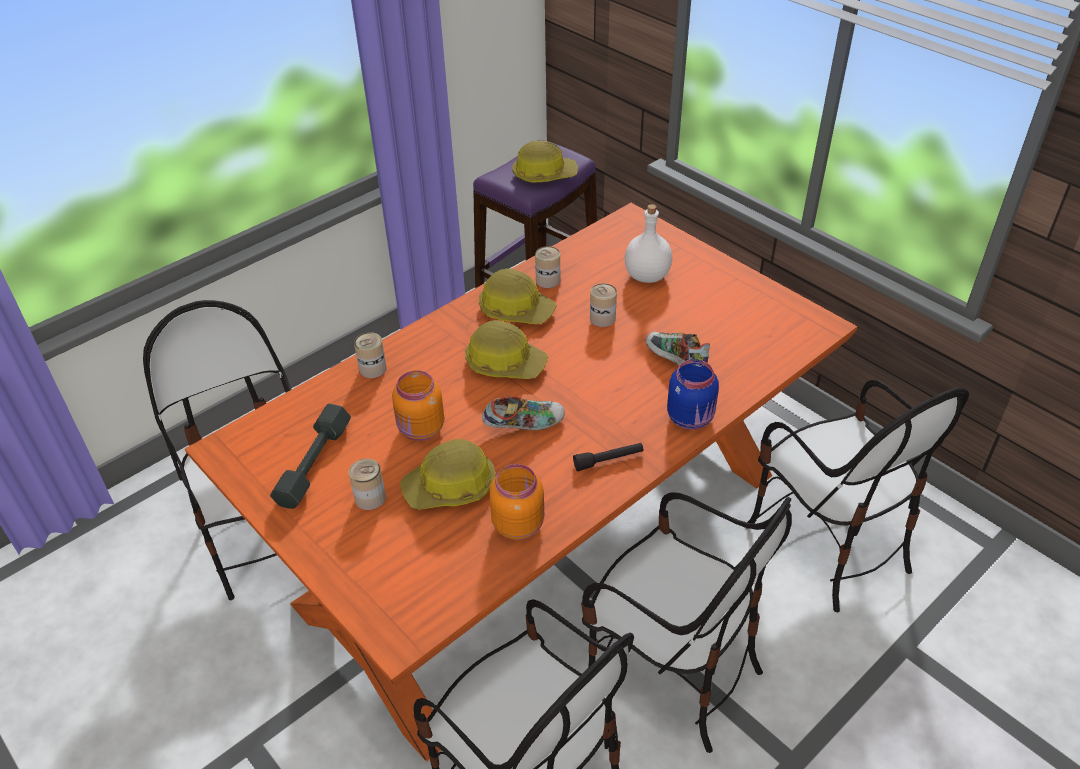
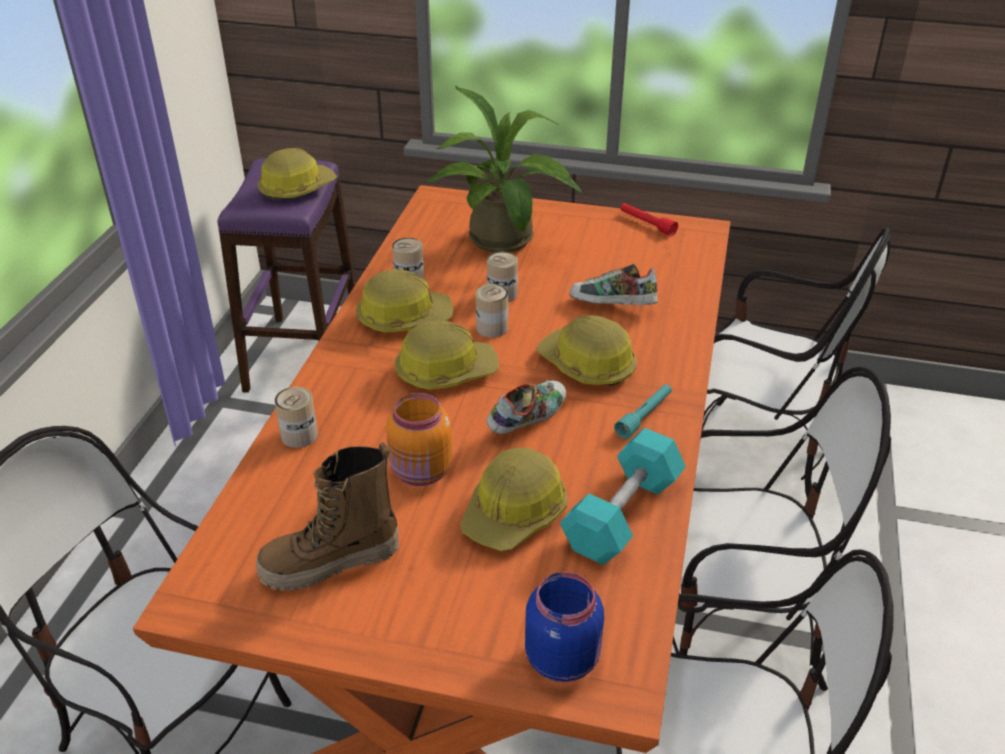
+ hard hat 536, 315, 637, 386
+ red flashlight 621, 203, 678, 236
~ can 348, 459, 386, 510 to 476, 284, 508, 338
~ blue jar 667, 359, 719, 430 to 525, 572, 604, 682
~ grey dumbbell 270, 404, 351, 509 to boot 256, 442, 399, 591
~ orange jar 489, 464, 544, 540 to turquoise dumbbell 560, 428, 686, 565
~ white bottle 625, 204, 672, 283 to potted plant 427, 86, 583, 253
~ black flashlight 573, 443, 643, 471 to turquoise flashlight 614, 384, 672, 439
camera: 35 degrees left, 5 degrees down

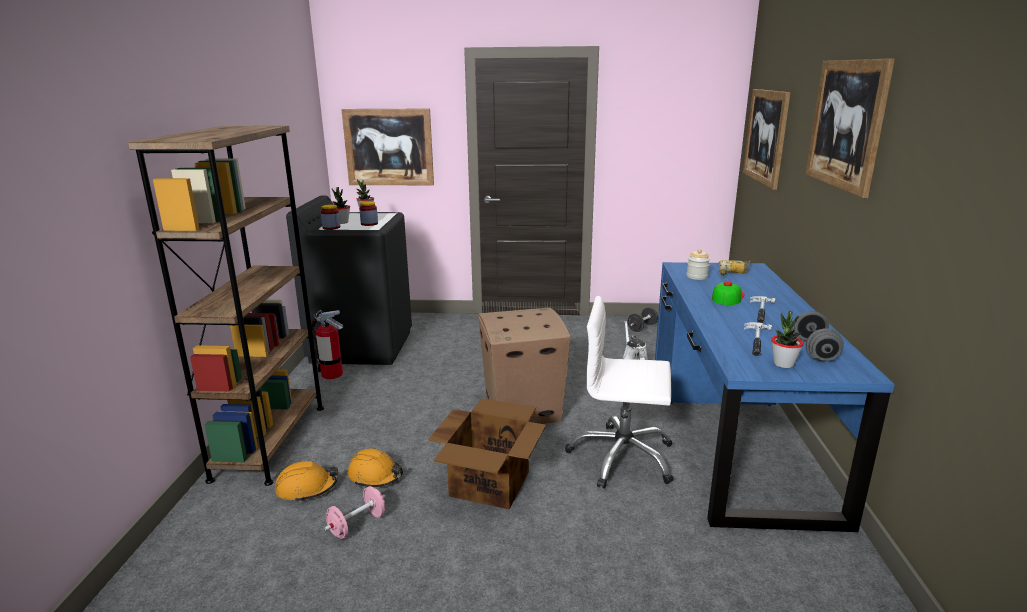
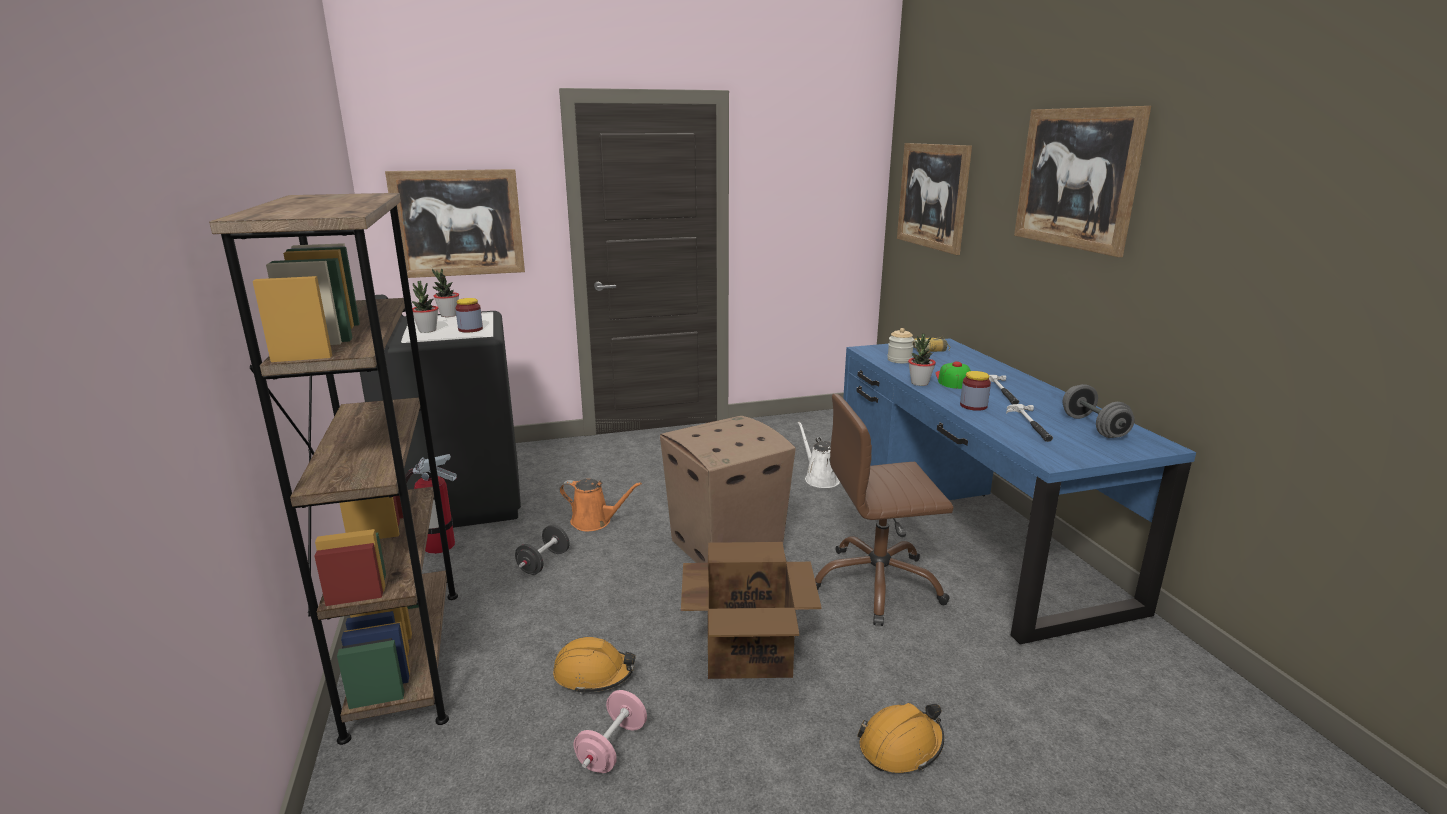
+ orange watering can 560, 479, 642, 531
~ orange hard hat 275, 461, 338, 502 to 857, 703, 944, 773
~ jar 321, 205, 340, 230 to 960, 371, 991, 411
~ black dumbbell 628, 307, 658, 332 to 515, 525, 569, 575
~ potted plant 771, 311, 804, 368 to 908, 334, 936, 386
~ white office chair 565, 296, 674, 489 to brown office chair 815, 394, 953, 626
camera: 20 degrees left, 0 degrees up

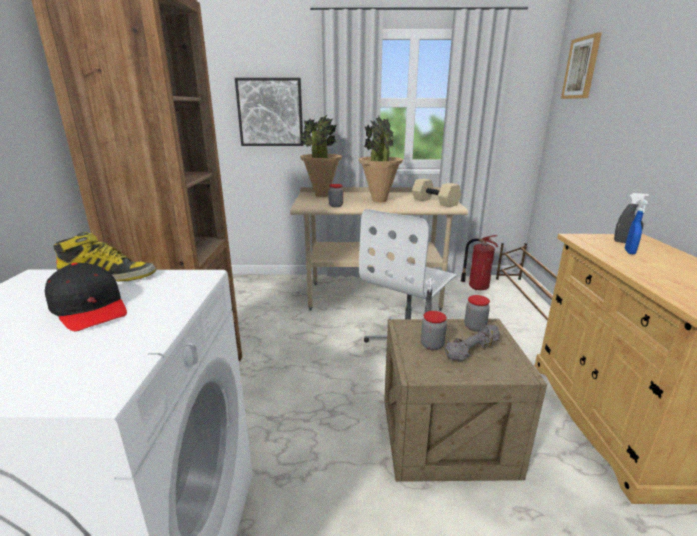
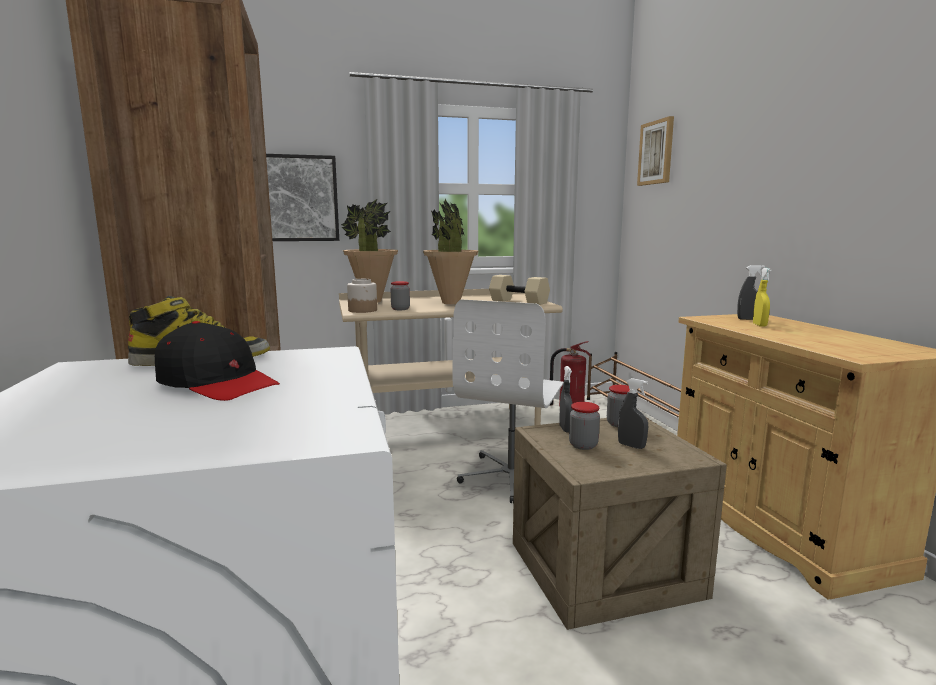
+ jar 347, 279, 377, 313
~ grey dumbbell 445, 325, 500, 361 to grey spray bottle 618, 378, 648, 449
~ blue spray bottle 625, 199, 648, 254 to yellow spray bottle 753, 268, 771, 327
camera: 15 degrees left, 10 degrees down

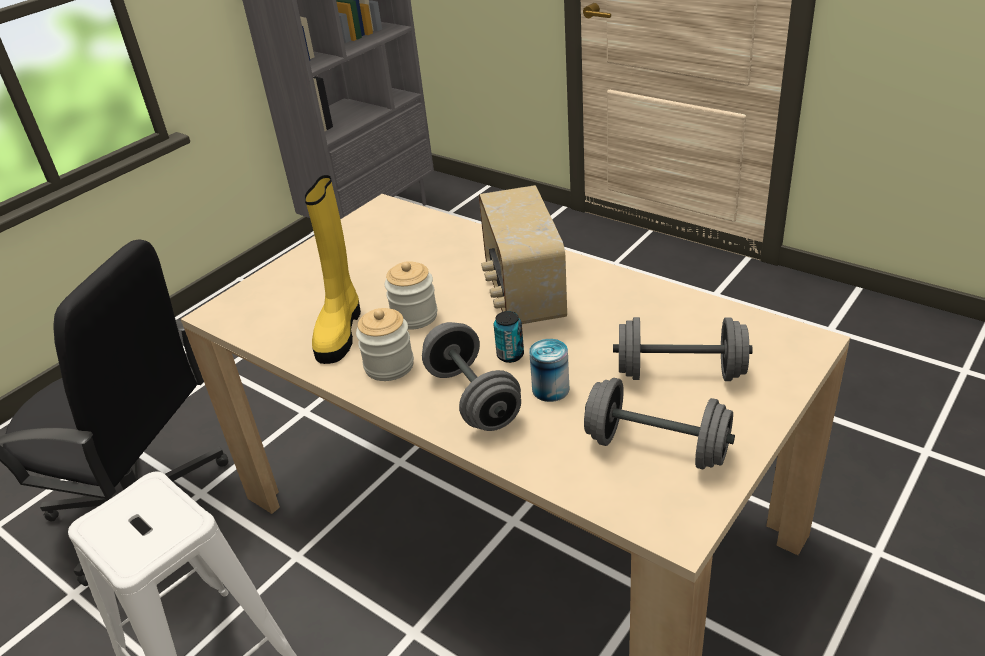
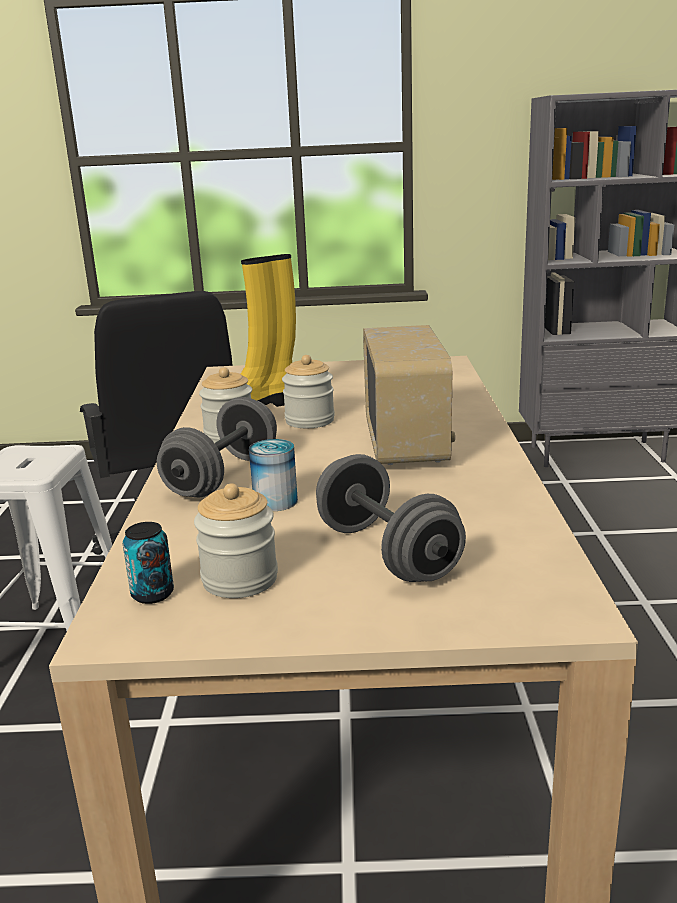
~ can 493, 311, 524, 363 to 123, 522, 174, 604
~ grey dumbbell 584, 378, 735, 470 to jar 194, 483, 278, 598
~ radio 479, 185, 567, 324 = 363, 325, 455, 465 135 degrees clockwise
camera: 50 degrees right, 15 degrees down

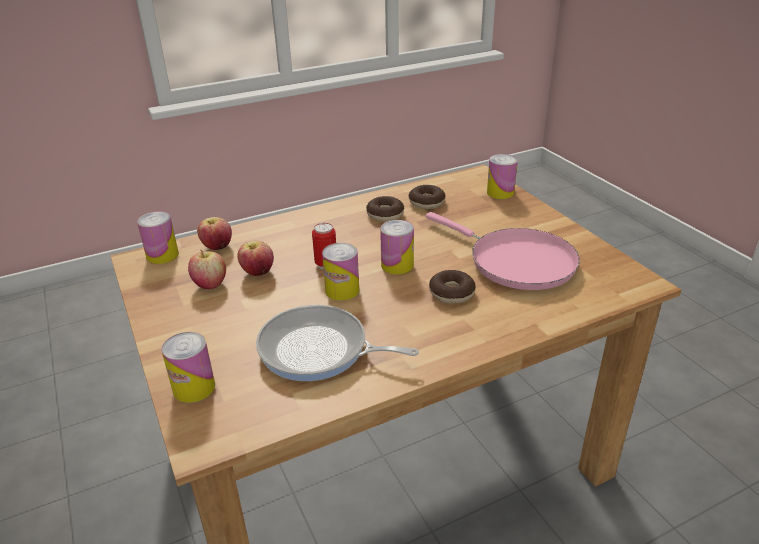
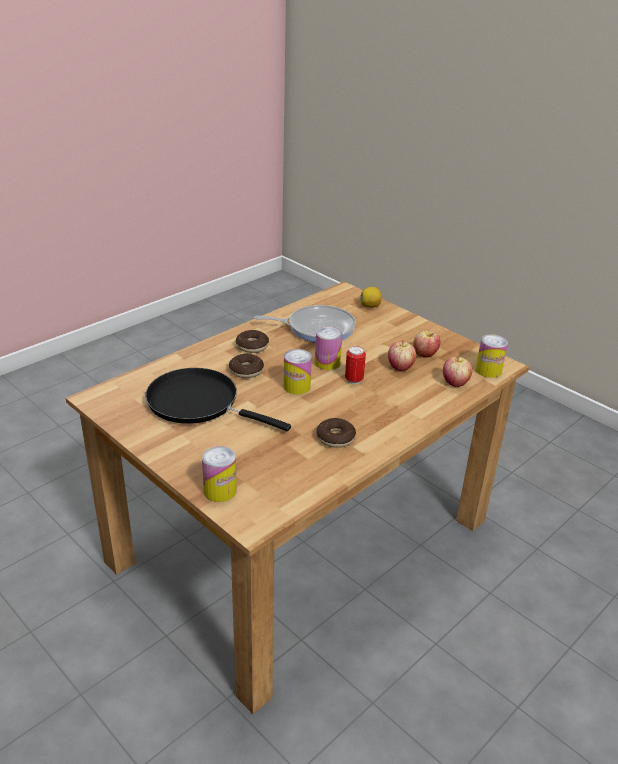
~ donut 409, 185, 446, 209 to 236, 330, 269, 353
~ can 162, 332, 215, 403 to lemon 360, 287, 382, 308
~ pink frying pan 425, 212, 580, 290 to black frying pan 145, 368, 291, 431
camera: 160 degrees right, 0 degrees up

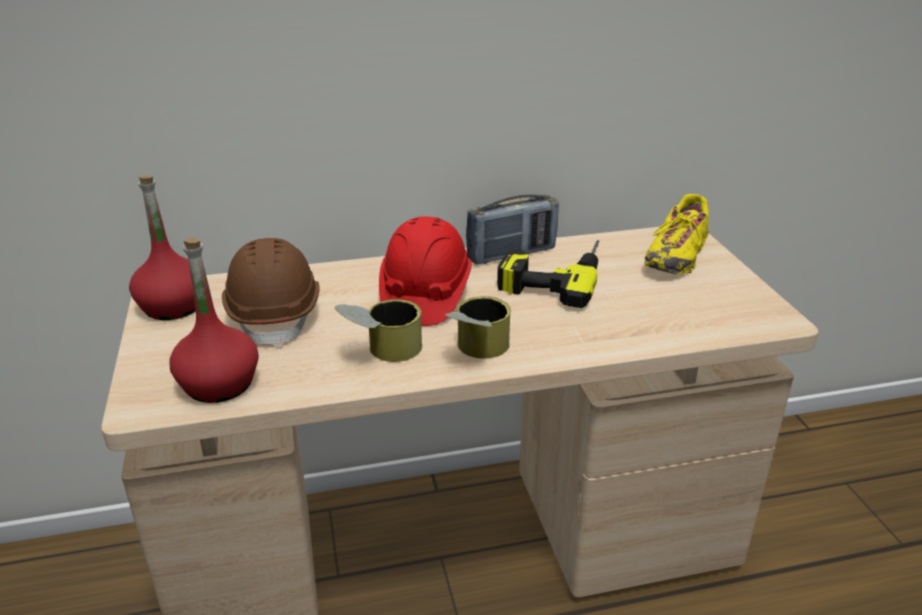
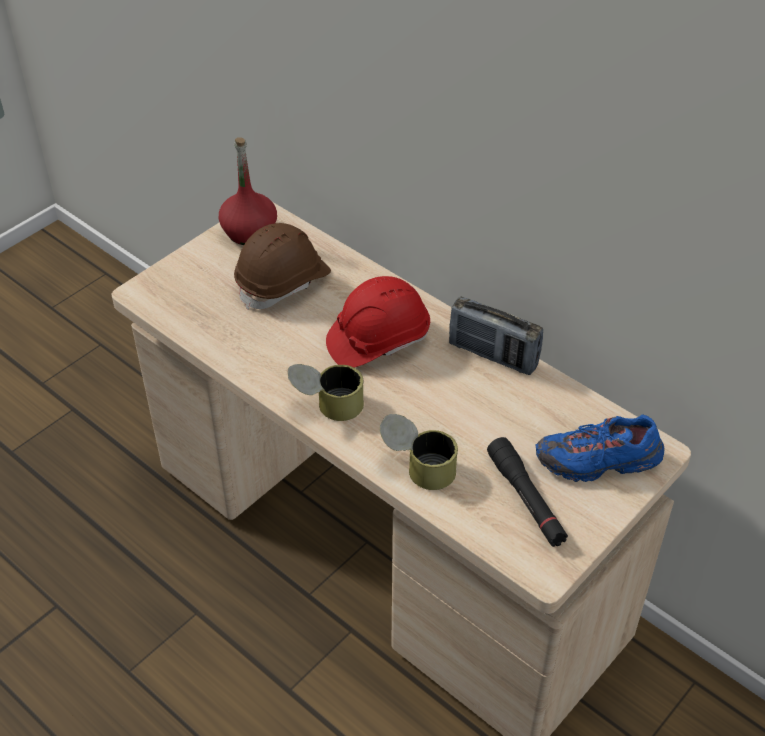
- red bottle 169, 238, 259, 403
- power drill 497, 240, 600, 308
+ black flashlight 487, 437, 568, 547
~ can 335, 299, 422, 362 to 380, 414, 458, 490
~ yellow shoe 644, 194, 709, 274 to blue shoe 535, 414, 665, 482
camera: 55 degrees right, 15 degrees up

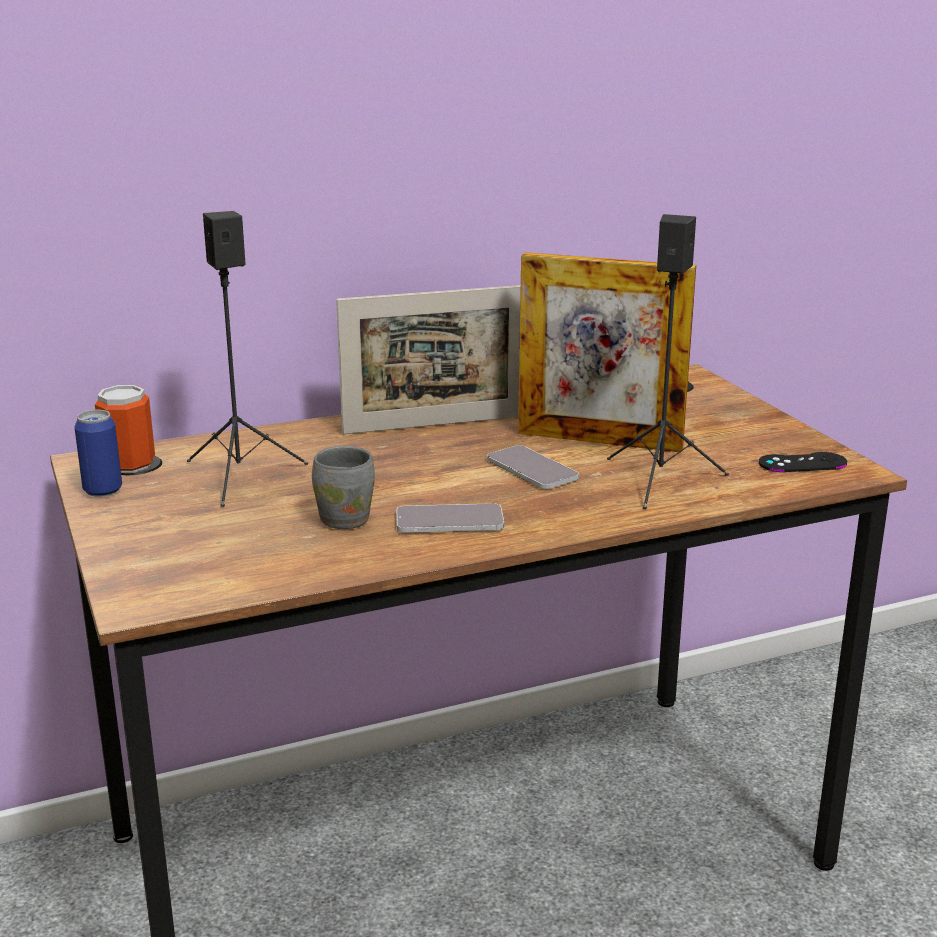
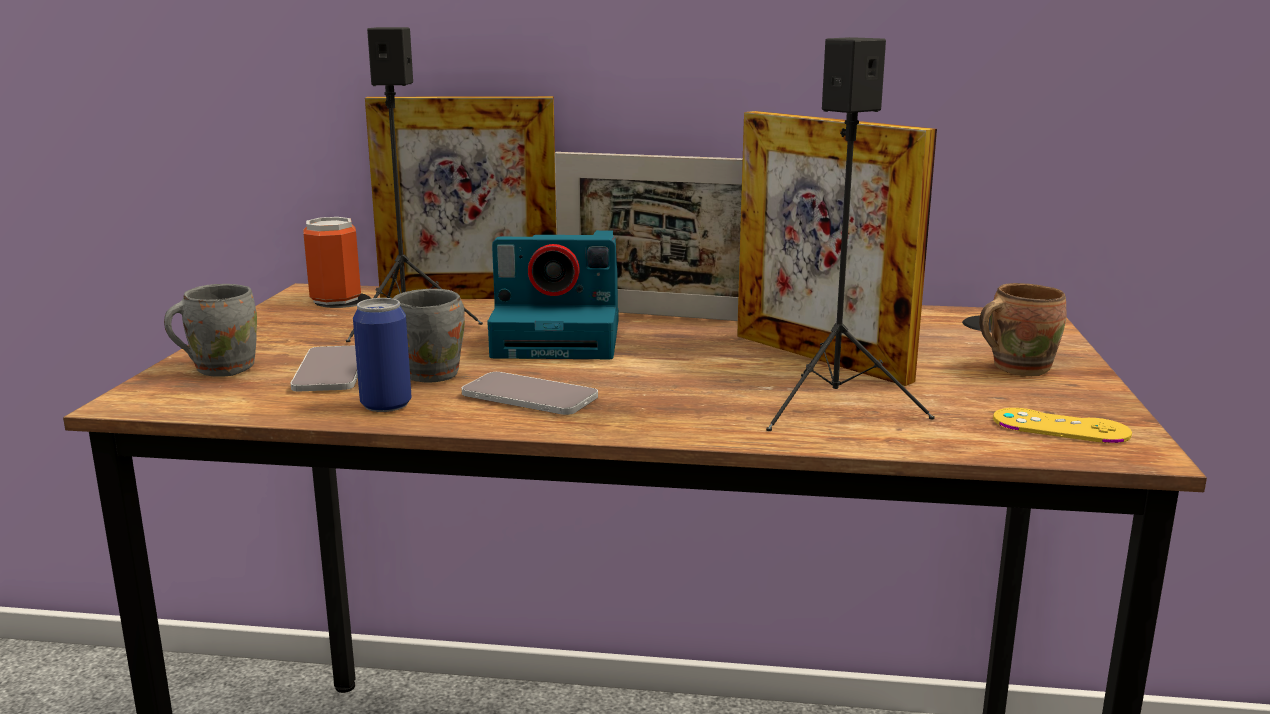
+ grey mug 164, 284, 257, 377
+ picture frame 365, 96, 557, 299
+ photo camera 487, 230, 618, 359
+ brown mug 979, 283, 1067, 376
~ can 74, 410, 122, 497 to 353, 298, 412, 412
~ phone 487, 445, 579, 489 to 290, 345, 358, 392
~ black game controller 759, 452, 847, 472 to yellow game controller 993, 408, 1132, 443
camera: 30 degrees right, 5 degrees down

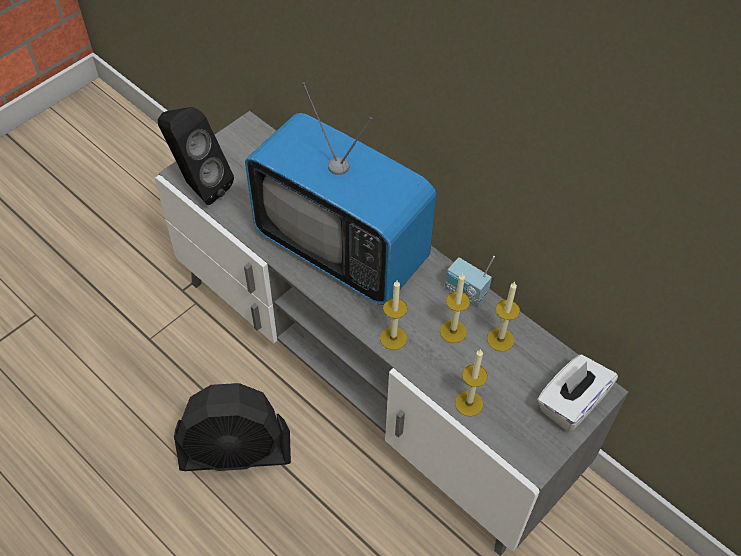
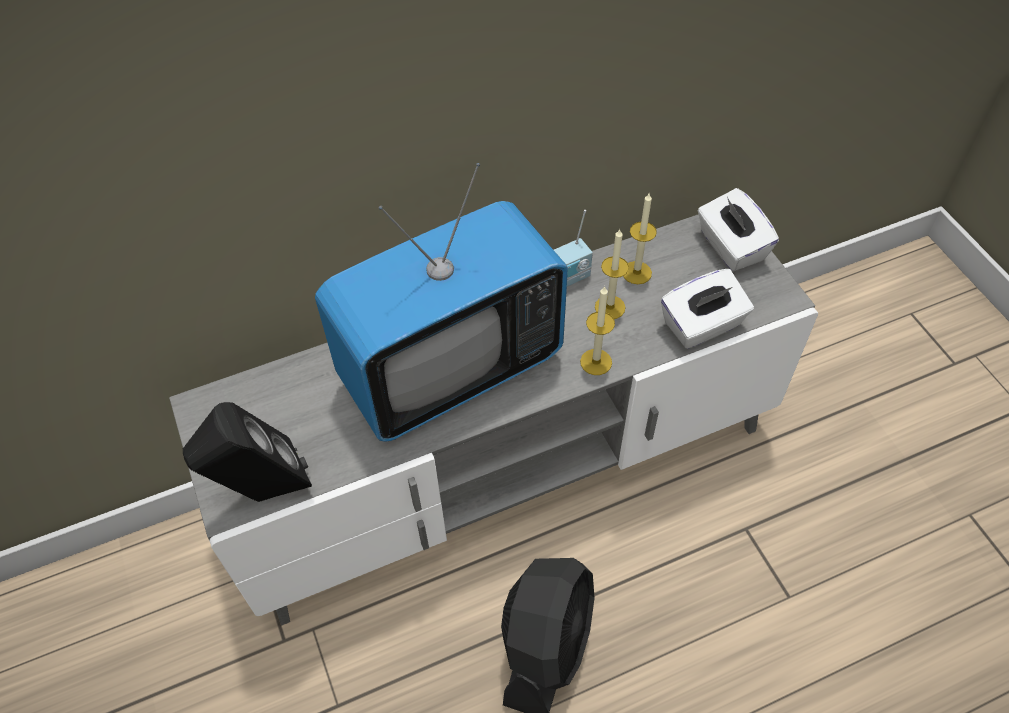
~ candle 455, 349, 488, 417 to white tissue box 661, 269, 754, 349
camera: 65 degrees left, 0 degrees up

